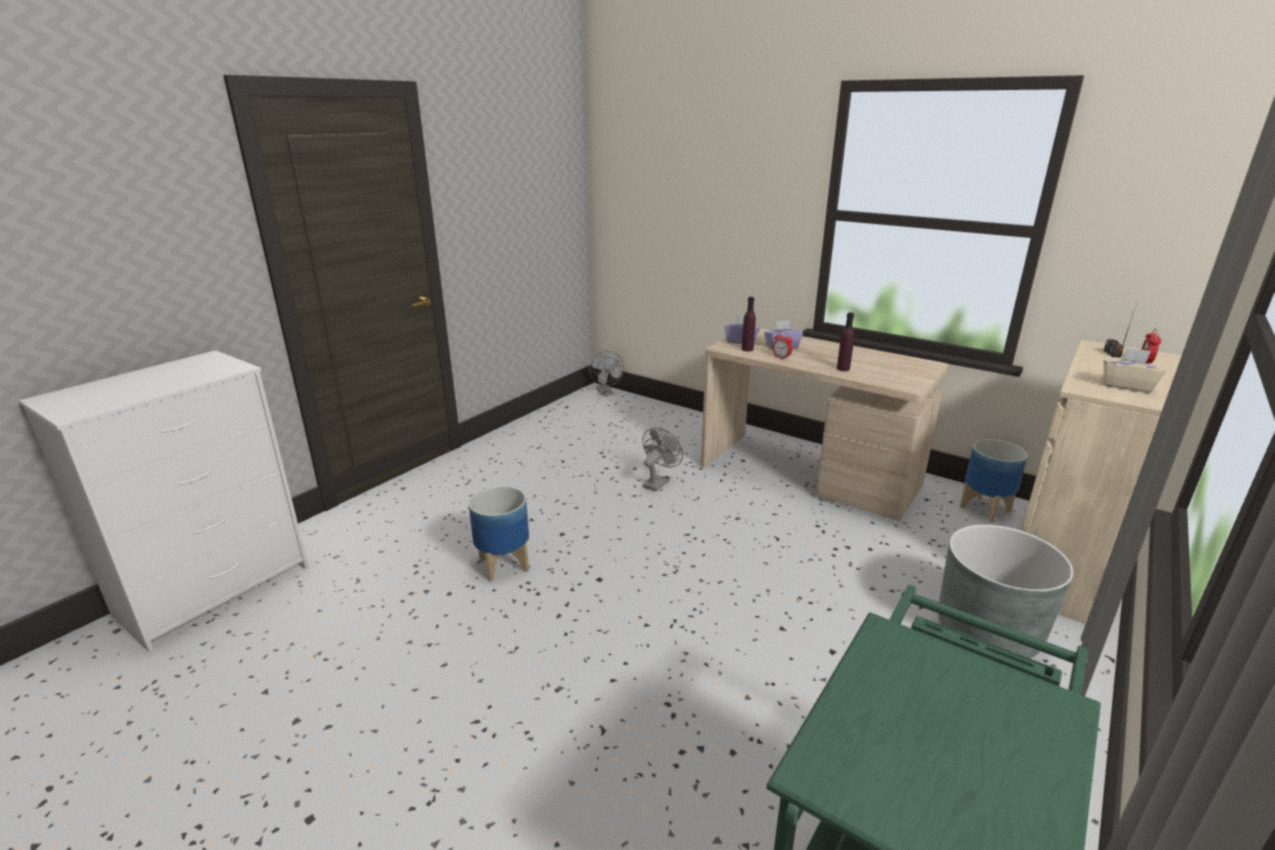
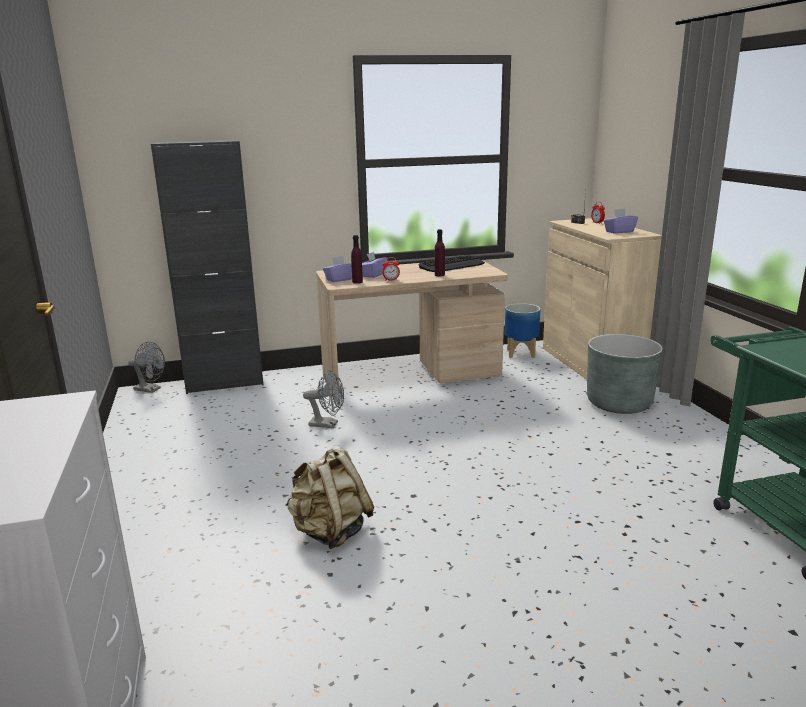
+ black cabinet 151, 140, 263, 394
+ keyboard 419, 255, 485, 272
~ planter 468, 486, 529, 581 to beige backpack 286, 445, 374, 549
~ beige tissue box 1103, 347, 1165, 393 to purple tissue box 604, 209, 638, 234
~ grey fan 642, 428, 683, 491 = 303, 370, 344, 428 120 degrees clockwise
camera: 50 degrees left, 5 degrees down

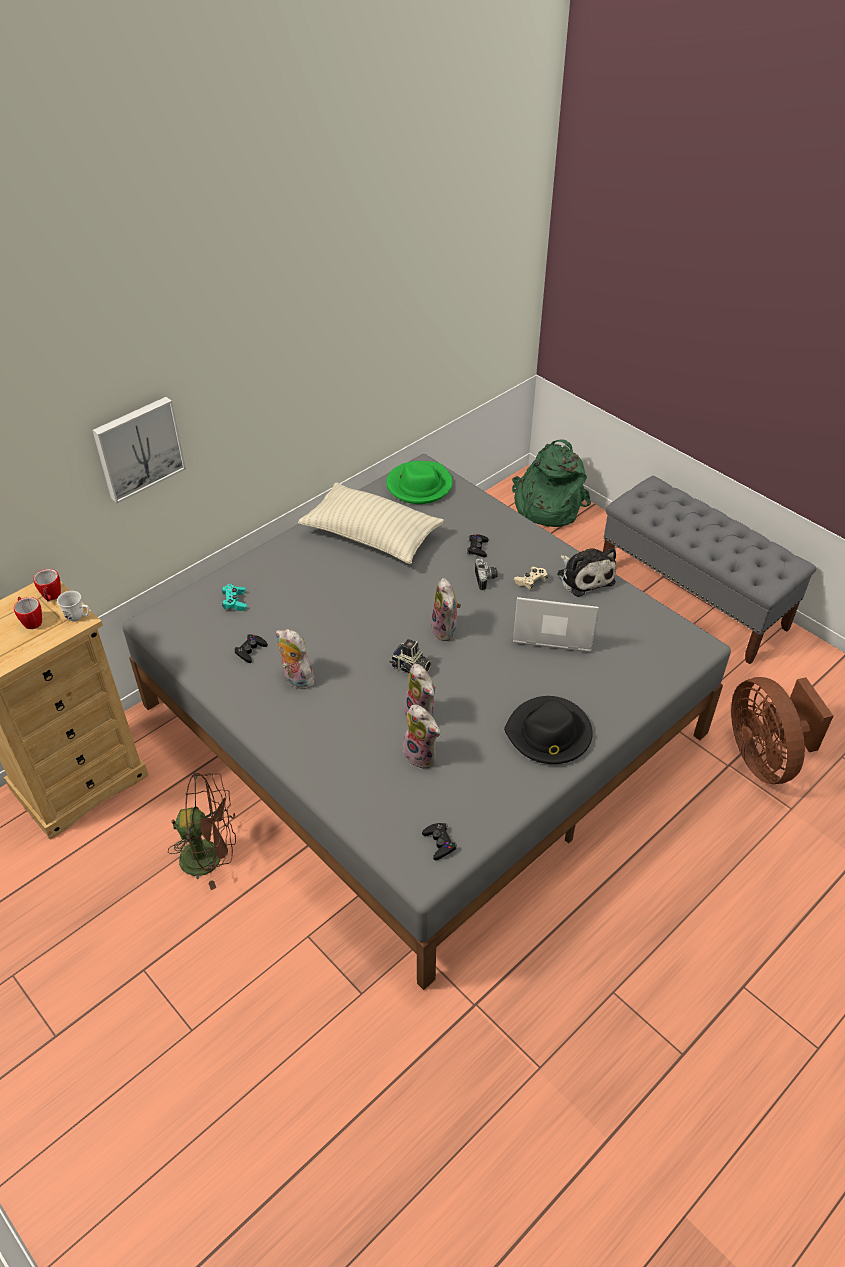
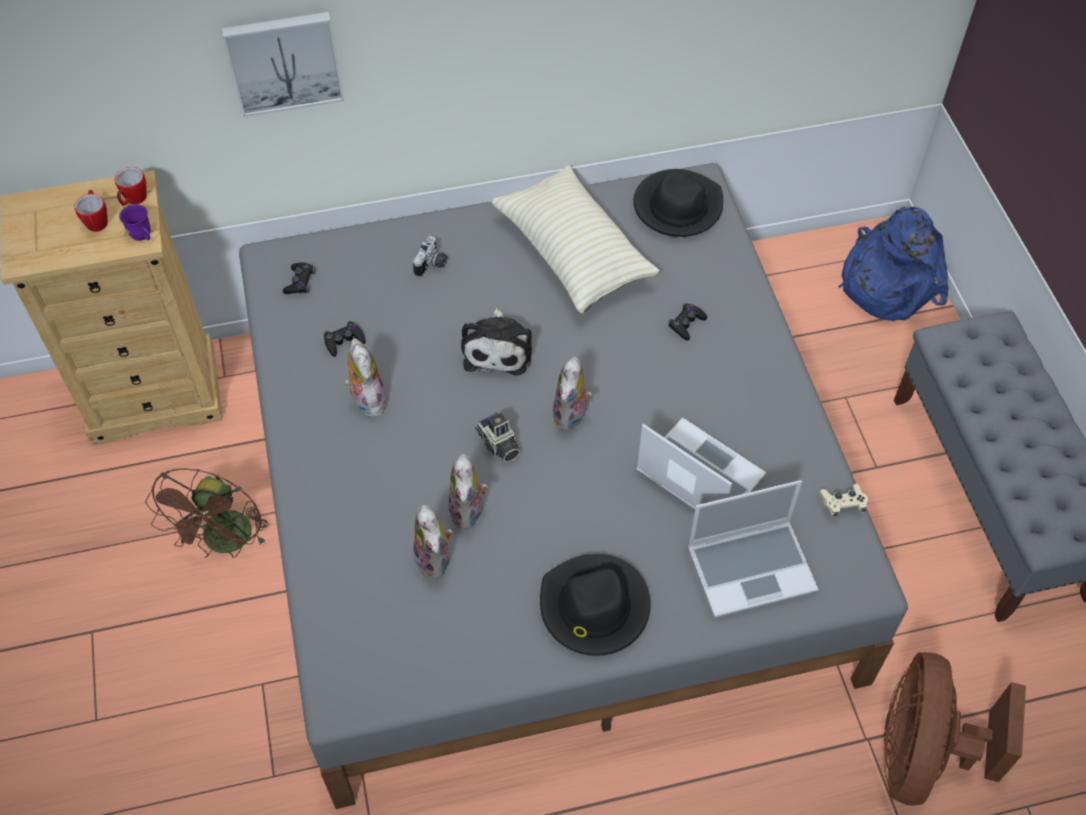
- turquoise game controller 222, 584, 247, 611
+ laptop 687, 480, 819, 618
~ black game controller 422, 823, 457, 860 to 283, 262, 316, 294
~ photo camera 475, 559, 497, 591 to 413, 236, 447, 277
~ beige game controller 514, 567, 548, 590 to 820, 484, 868, 518
~ plush toy 557, 547, 616, 597 to 461, 308, 532, 376
~ white mug 57, 591, 89, 621 to purple mug 119, 204, 151, 241
~ green hat 386, 461, 453, 504 to black hat 633, 169, 723, 237
~ green backpack 512, 439, 591, 527 to blue backpack 838, 206, 949, 321
~ brown fan 168, 773, 236, 890 = 145, 468, 269, 558 75 degrees clockwise
camera: 30 degrees right, 10 degrees up

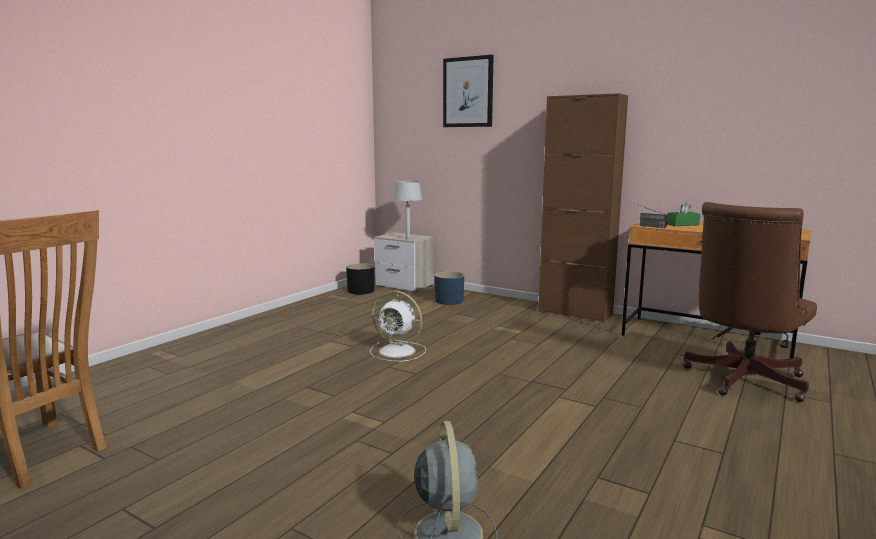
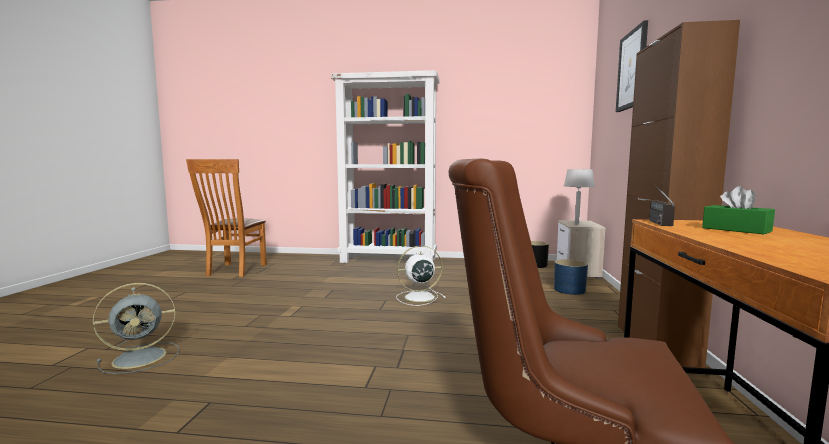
+ white bookcase 331, 70, 439, 263
~ white fan 370, 290, 426, 362 = 396, 246, 446, 306 75 degrees clockwise
camera: 65 degrees right, 5 degrees down

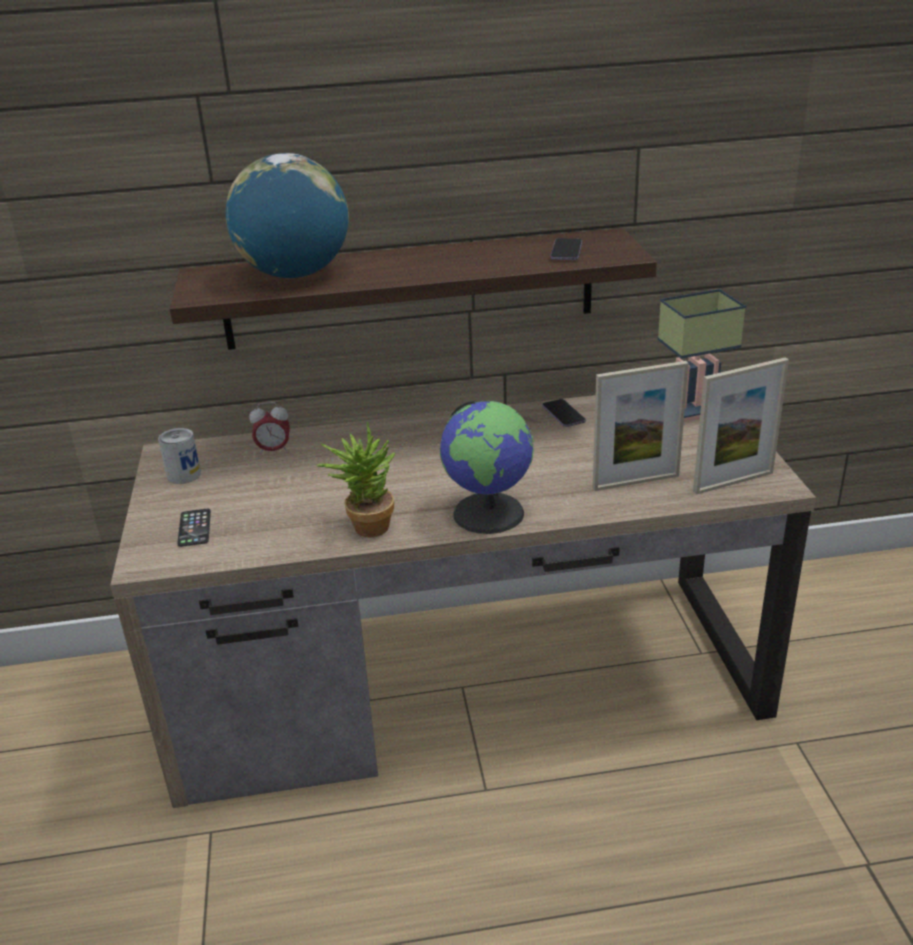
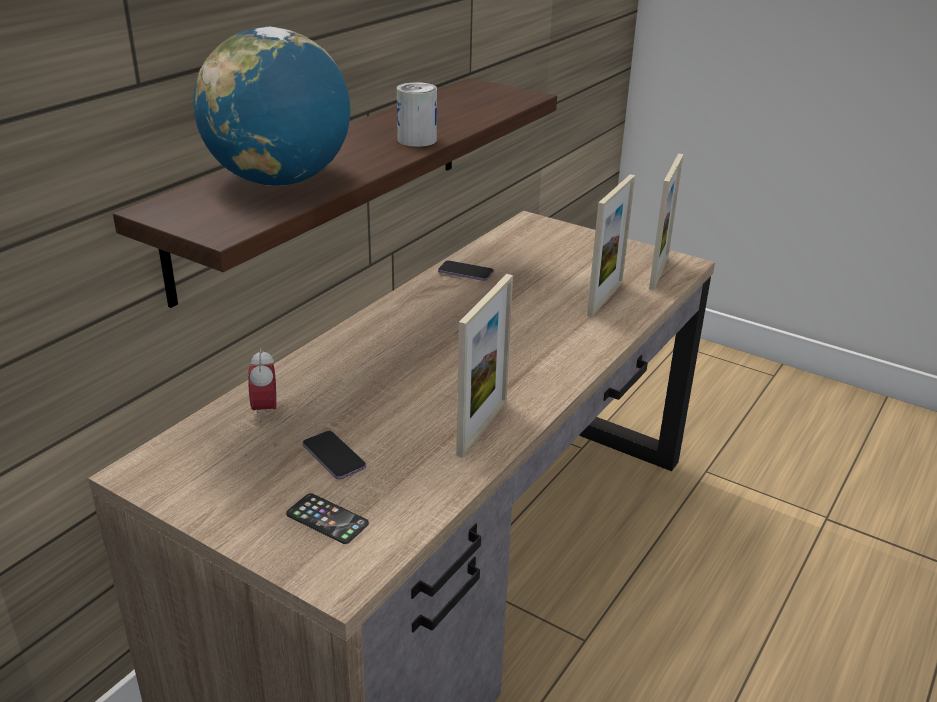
- globe 440, 400, 534, 534
- table lamp 658, 289, 746, 422
~ can 158, 428, 201, 484 to 397, 82, 437, 147
~ phone 550, 238, 582, 260 to 303, 431, 366, 479
~ potted plant 317, 421, 395, 537 to picture frame 456, 274, 513, 458
~ alarm clock 249, 402, 290, 455 = 248, 348, 277, 421 135 degrees clockwise
camera: 50 degrees left, 0 degrees up

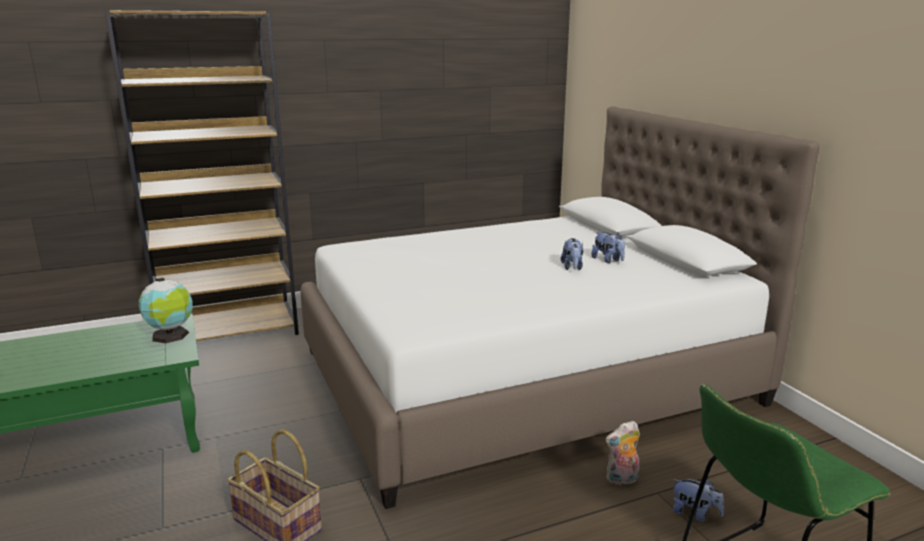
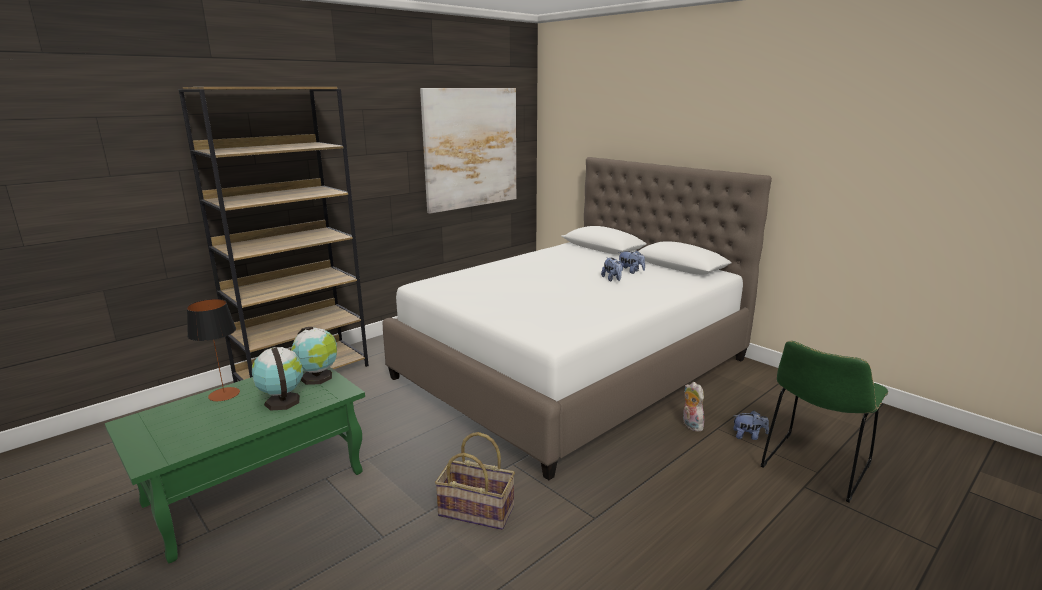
+ table lamp 187, 299, 240, 401
+ globe 252, 347, 303, 411
+ picture 420, 88, 516, 214
~ plush toy 605, 421, 640, 486 = 683, 382, 704, 431 105 degrees clockwise
camera: 20 degrees left, 0 degrees up

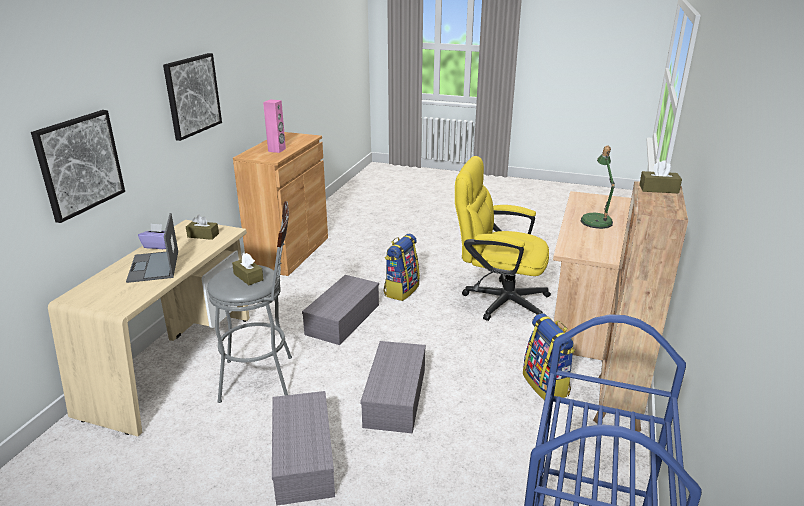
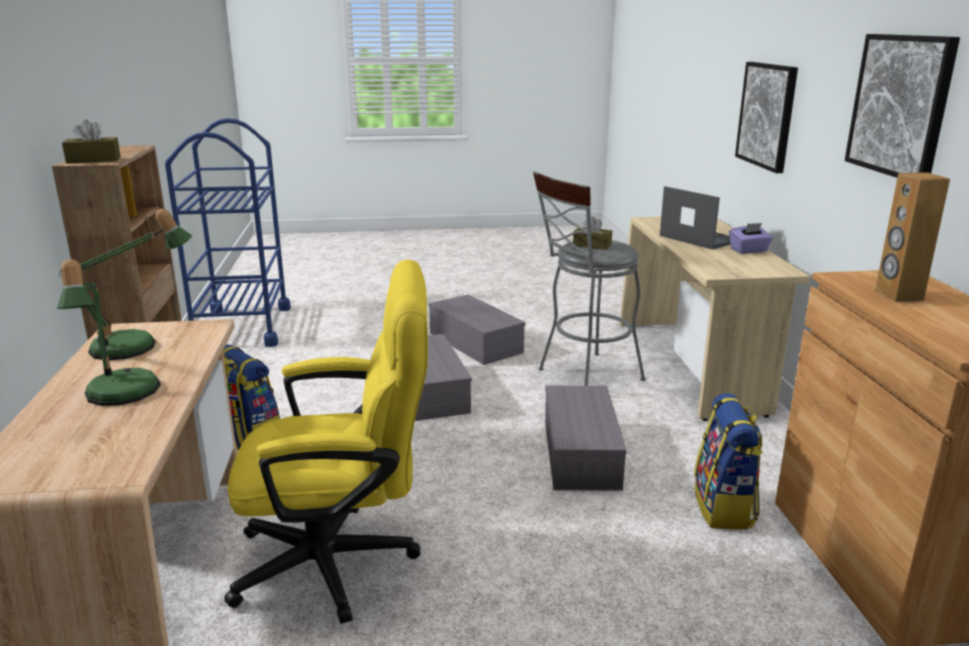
- brown tissue box 186, 215, 219, 240
+ table lamp 59, 209, 192, 360
~ backpack 383, 234, 420, 301 to 694, 393, 763, 529
~ pink speaker 263, 99, 286, 153 to brown speaker 875, 172, 950, 302
camera: 155 degrees right, 5 degrees down

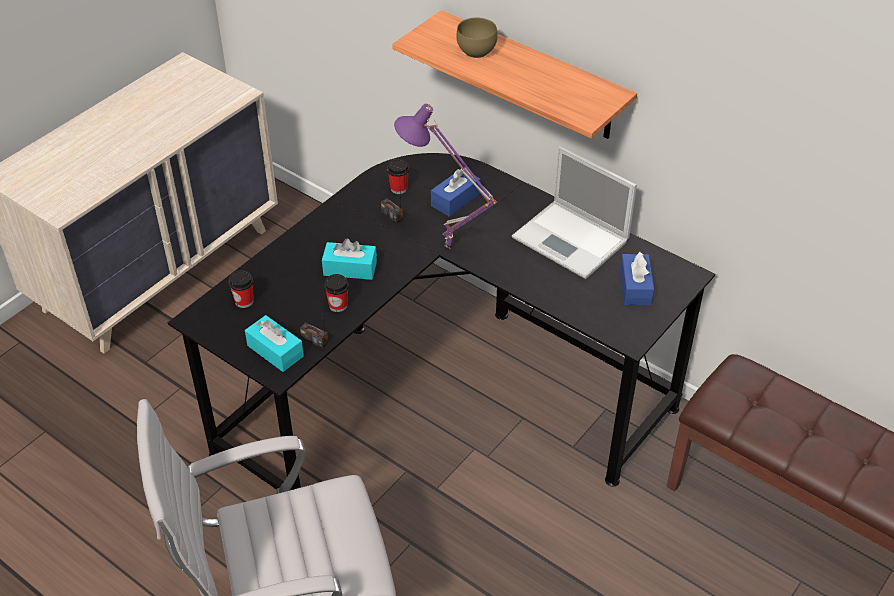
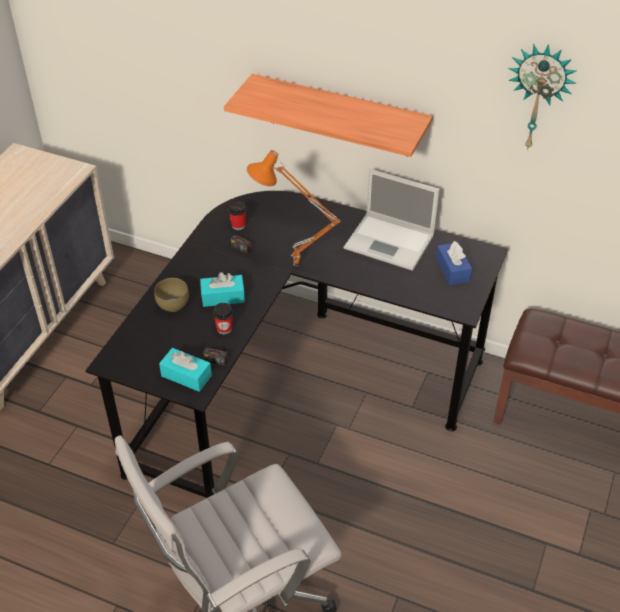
- cup 229, 270, 254, 308
- blue tissue box 431, 169, 480, 217
+ wall clock 508, 44, 577, 150
~ brown bowl 456, 17, 498, 58 to 154, 278, 189, 312
~ purple table lamp 394, 104, 497, 249 to orange table lamp 247, 150, 341, 266
camera: 15 degrees left, 0 degrees up

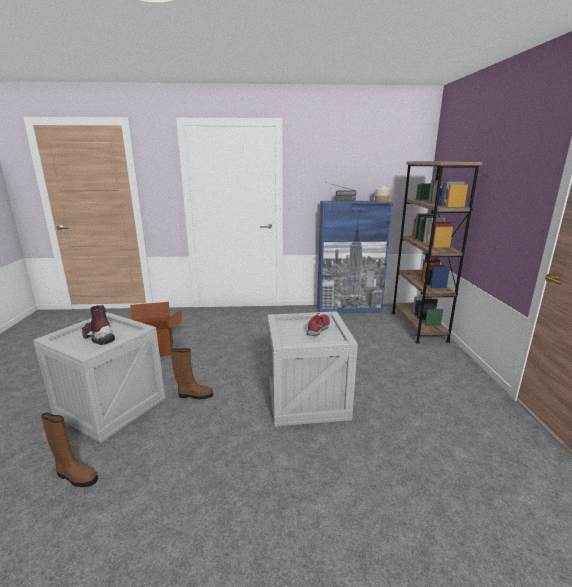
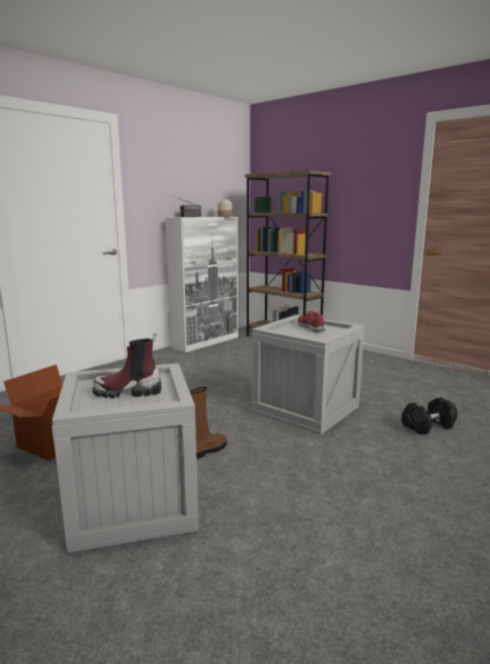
- brown boot 41, 413, 98, 487
+ black dumbbell 401, 397, 458, 435
~ blue cabinet 317, 201, 393, 313 to white cabinet 165, 217, 238, 352
camera: 45 degrees left, 5 degrees down

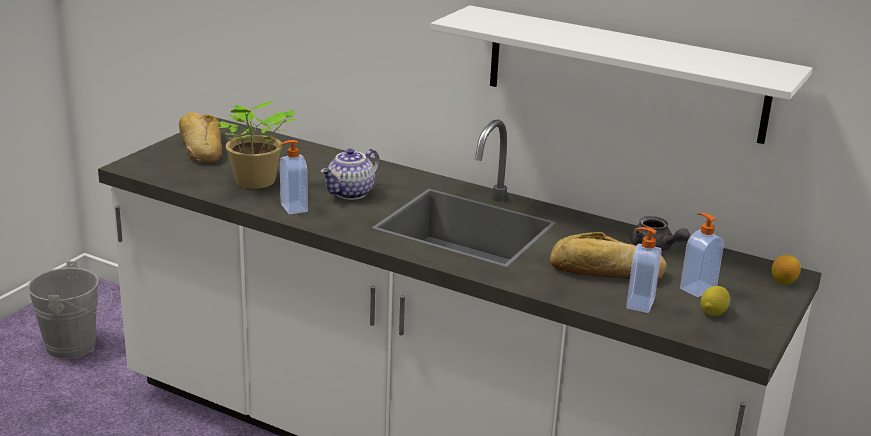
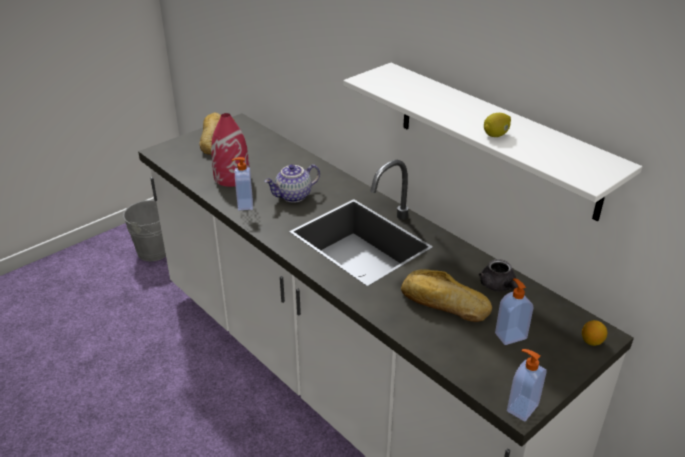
~ soap dispenser 626, 227, 661, 313 to 507, 349, 547, 422
~ lemon 700, 286, 730, 316 to 484, 113, 511, 137
~ potted plant 217, 101, 296, 189 to red vase 211, 113, 249, 187
camera: 20 degrees right, 10 degrees up

